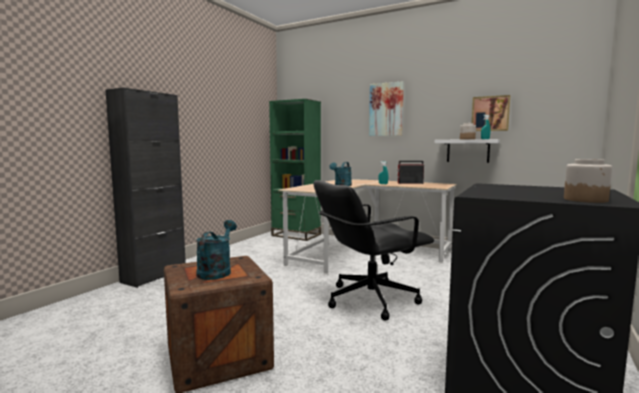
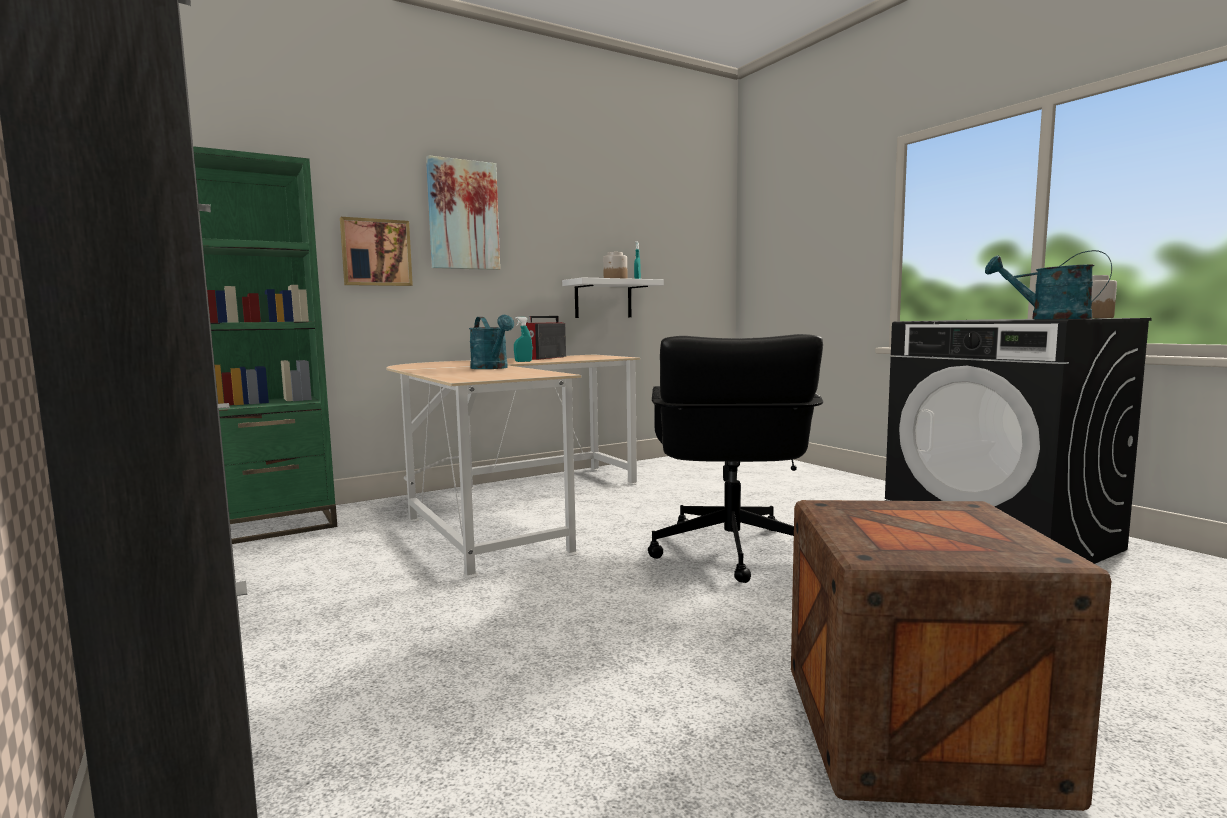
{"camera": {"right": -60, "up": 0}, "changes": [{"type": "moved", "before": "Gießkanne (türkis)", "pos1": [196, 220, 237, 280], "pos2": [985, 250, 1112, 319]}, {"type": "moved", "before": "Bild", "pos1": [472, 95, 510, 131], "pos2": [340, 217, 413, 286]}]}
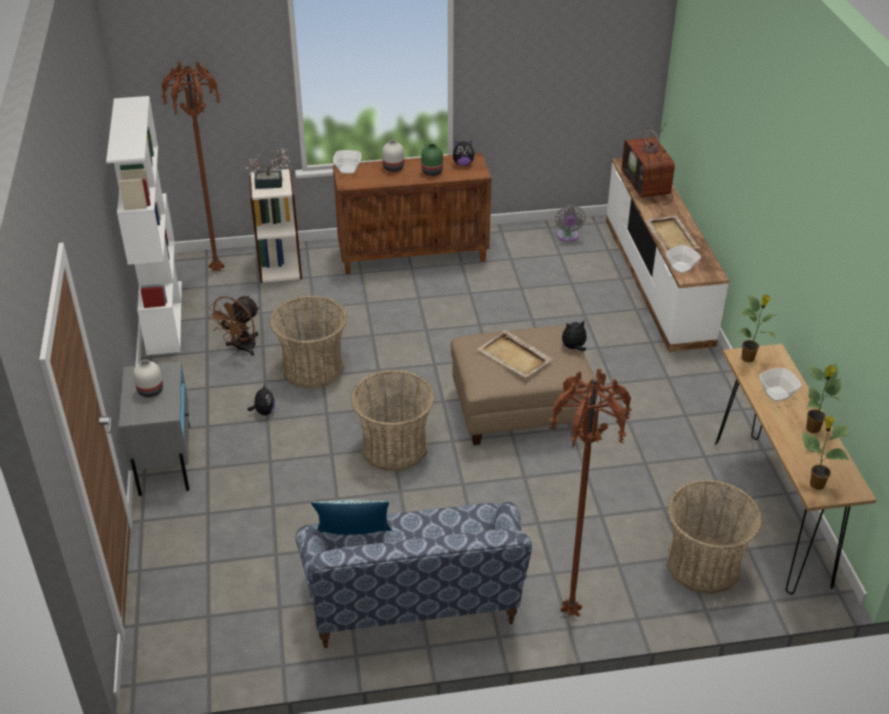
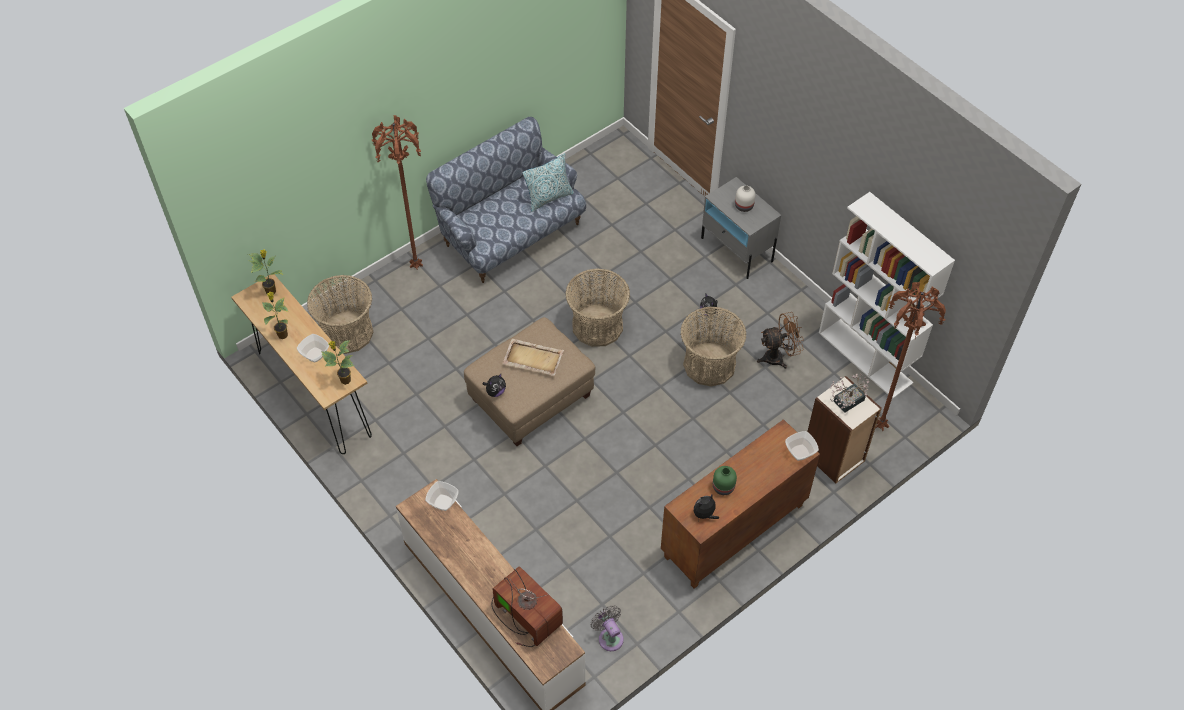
{"camera": {"right": 150, "up": 15}, "changes": [{"type": "turned", "before": "Ventilator (braun)", "pos1": [207, 295, 259, 356], "pos2": [757, 312, 804, 369], "turn": 75}, {"type": "removed", "before": "Vase (weiß)", "pos1": [382, 140, 404, 172]}, {"type": "removed", "before": "Tablett (beige)", "pos1": [644, 216, 700, 252]}]}
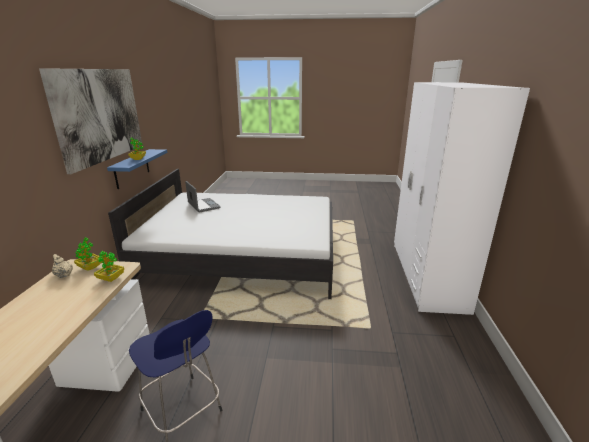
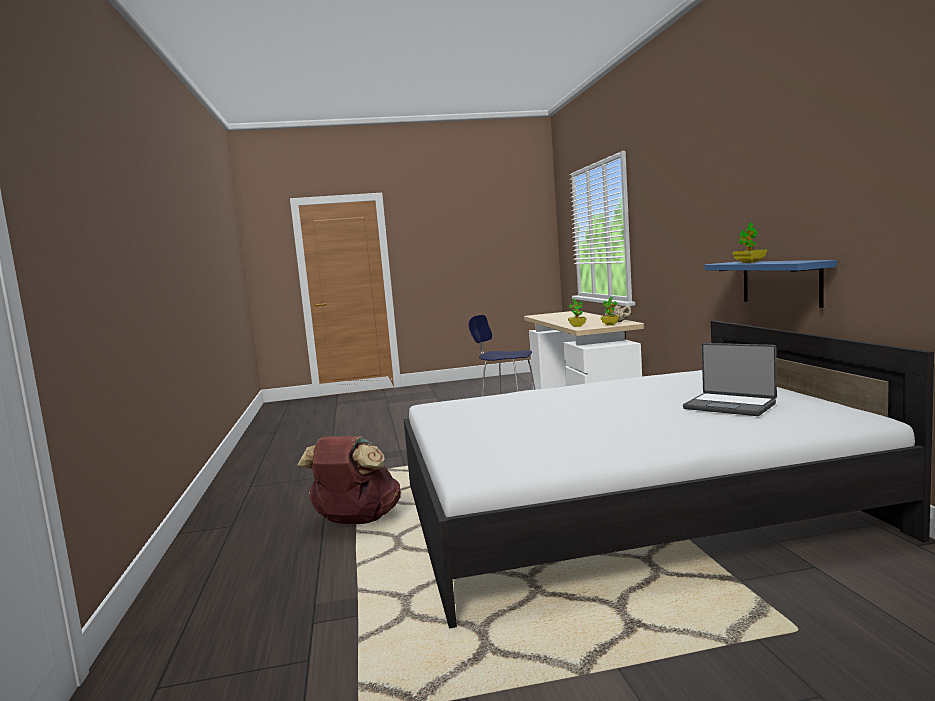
{"camera": {"right": 165, "up": -15}, "changes": [{"type": "removed", "before": "Bild", "pos1": [39, 68, 143, 174]}, {"type": "removed", "before": "Kleiderschrank (weiß)", "pos1": [394, 82, 530, 315]}, {"type": "added", "after": "Rucksack (braun)", "pos2": [297, 436, 401, 524]}]}
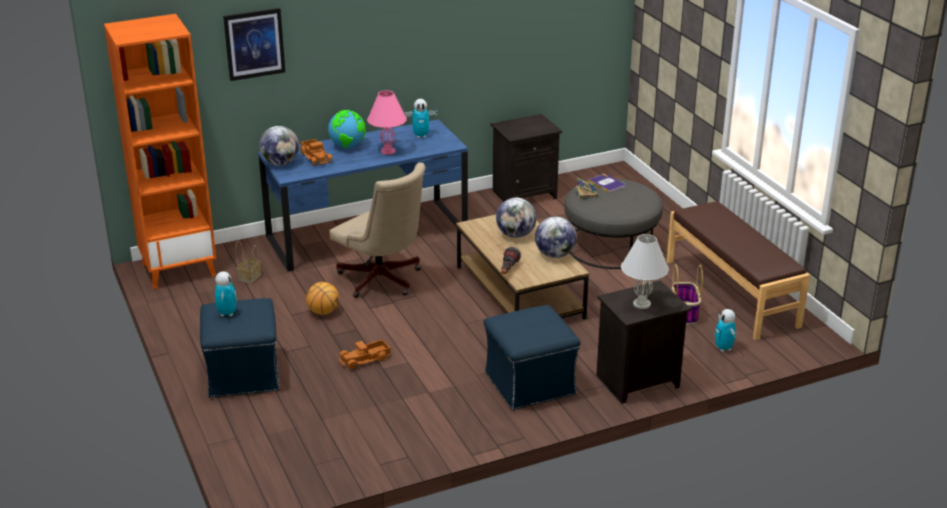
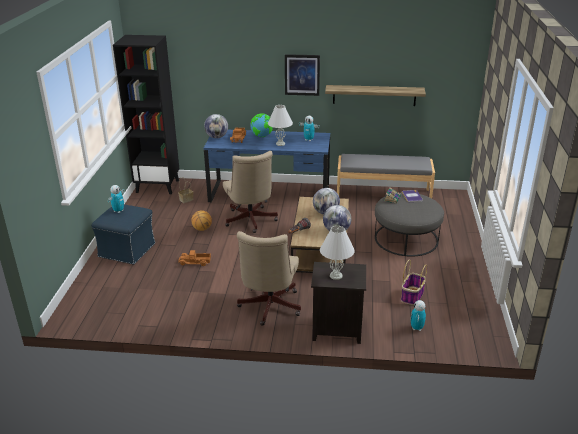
{"camera": {"right": 30, "up": 0}, "changes": [{"type": "recoloured", "before": "Bücherregal (orange)", "after": "Bücherregal (schwarz)", "pos1": [104, 14, 217, 289], "pos2": [113, 35, 179, 194]}, {"type": "moved", "before": "Bild", "pos1": [223, 8, 285, 81], "pos2": [285, 54, 320, 96]}, {"type": "recoloured", "before": "Tischlampe (rosa)", "after": "Tischlampe (weiß)", "pos1": [367, 90, 407, 155], "pos2": [268, 105, 293, 146]}, {"type": "replaced", "before": "Polsterhocker (blau)", "after": "Bürostuhl (beige)", "pos1": [484, 305, 580, 410], "pos2": [237, 231, 301, 326]}, {"type": "replaced", "before": "Nachttisch (schwarz)", "after": "Bank (grau)", "pos1": [491, 114, 562, 202], "pos2": [337, 154, 435, 198]}, {"type": "removed", "before": "Bank (braun)", "pos1": [667, 201, 810, 340]}, {"type": "added", "after": "Wandregal", "pos2": [325, 85, 426, 106]}]}
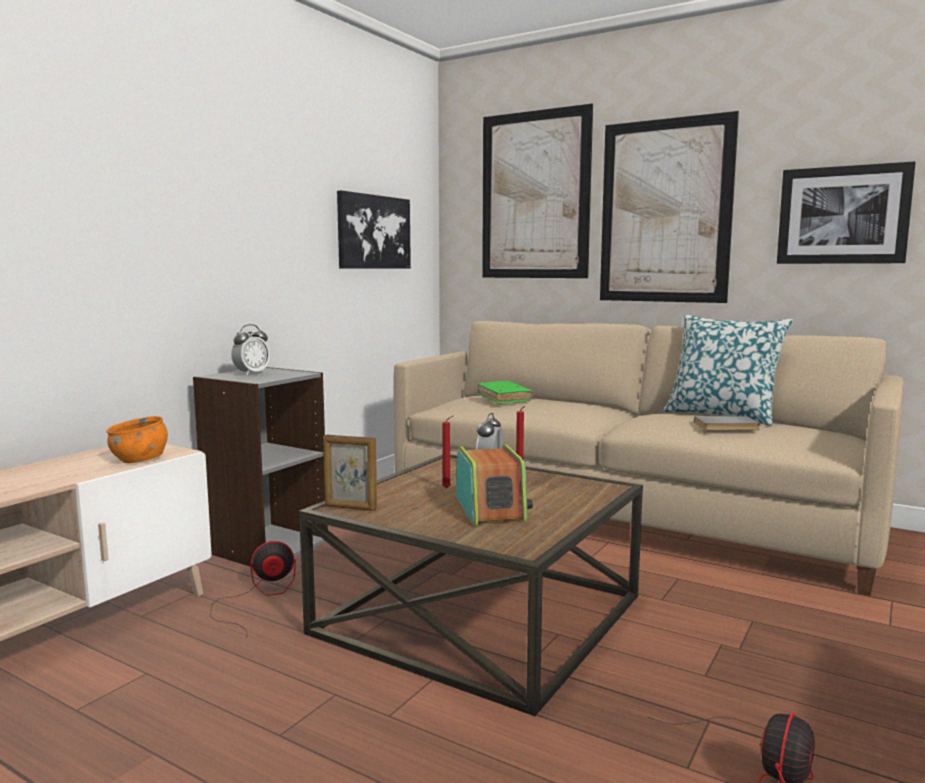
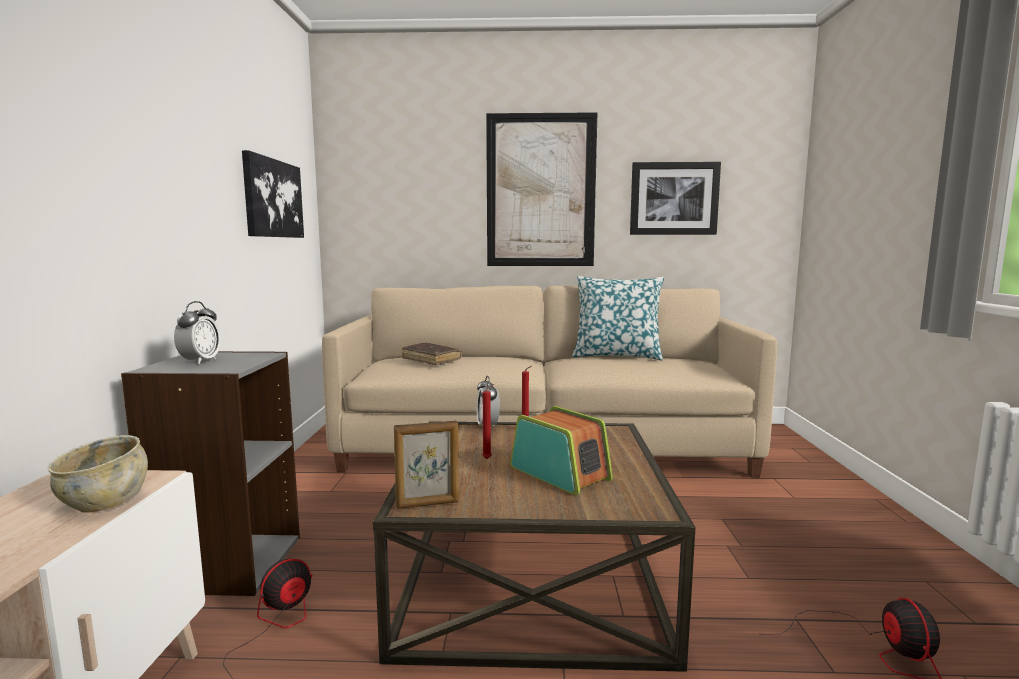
{"camera": {"right": -30, "up": 0}, "changes": [{"type": "recoloured", "before": "Schüssel (orange)", "after": "Schüssel (beige)", "pos1": [106, 416, 168, 463], "pos2": [47, 435, 148, 513]}, {"type": "recoloured", "before": "Buch (grün)", "after": "Buch (braun)", "pos1": [477, 381, 533, 404], "pos2": [402, 342, 462, 365]}, {"type": "removed", "before": "Bild", "pos1": [482, 103, 593, 278]}, {"type": "removed", "before": "Buch (grau)", "pos1": [694, 416, 760, 430]}]}
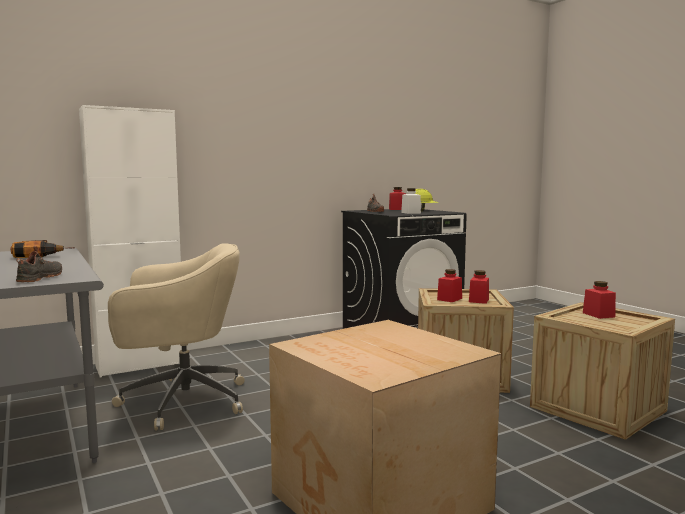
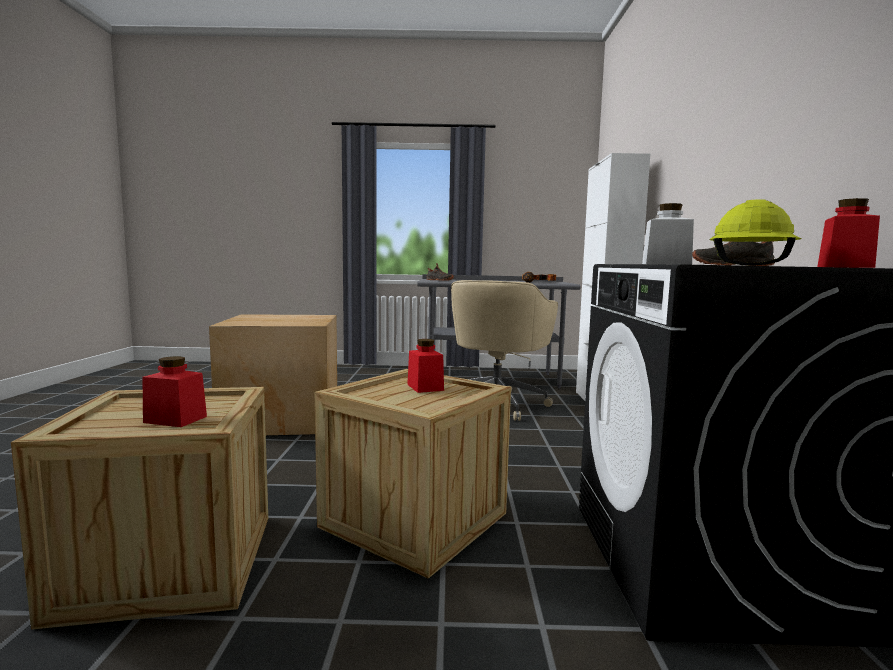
{"camera": {"right": 120, "up": 0}, "changes": [{"type": "removed", "before": "Vorratsglas (rot)", "pos1": [469, 270, 489, 304]}]}
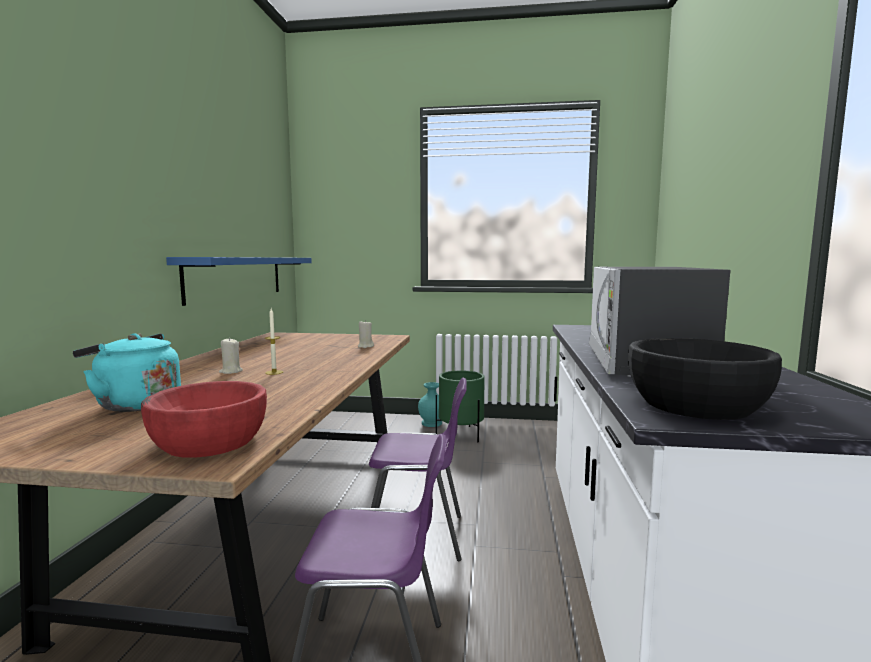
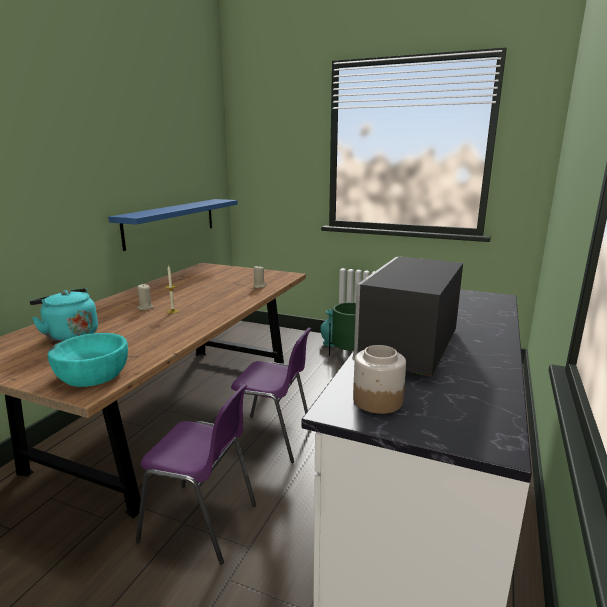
{"camera": {"right": 15, "up": 10}, "changes": [{"type": "recoloured", "before": "Schüssel (rot)", "after": "Schüssel (türkis)", "pos1": [141, 381, 267, 458], "pos2": [48, 333, 128, 387]}, {"type": "replaced", "before": "Schüssel (schwarz)", "after": "Vorratsglas", "pos1": [628, 338, 782, 420], "pos2": [353, 345, 406, 414]}]}
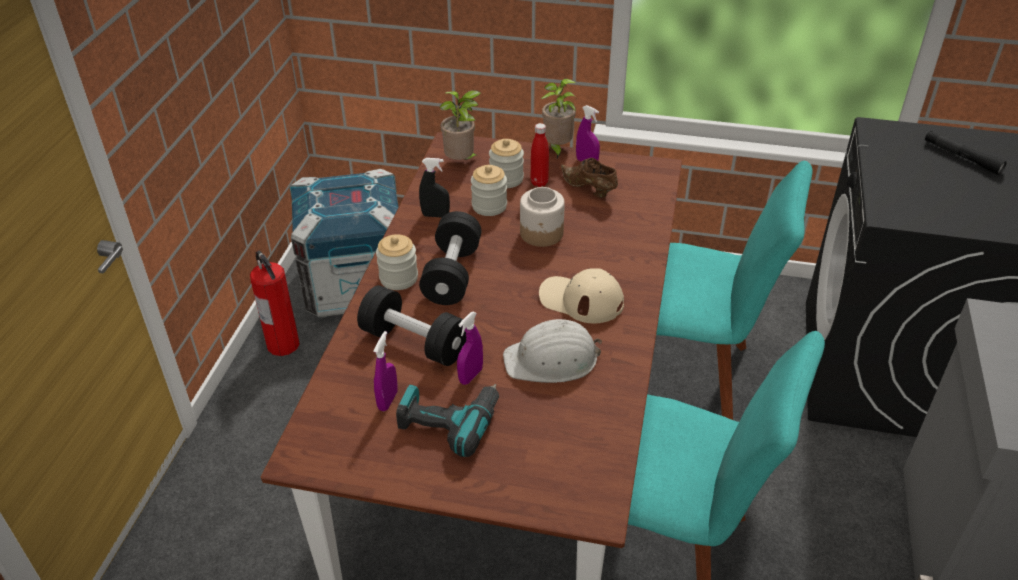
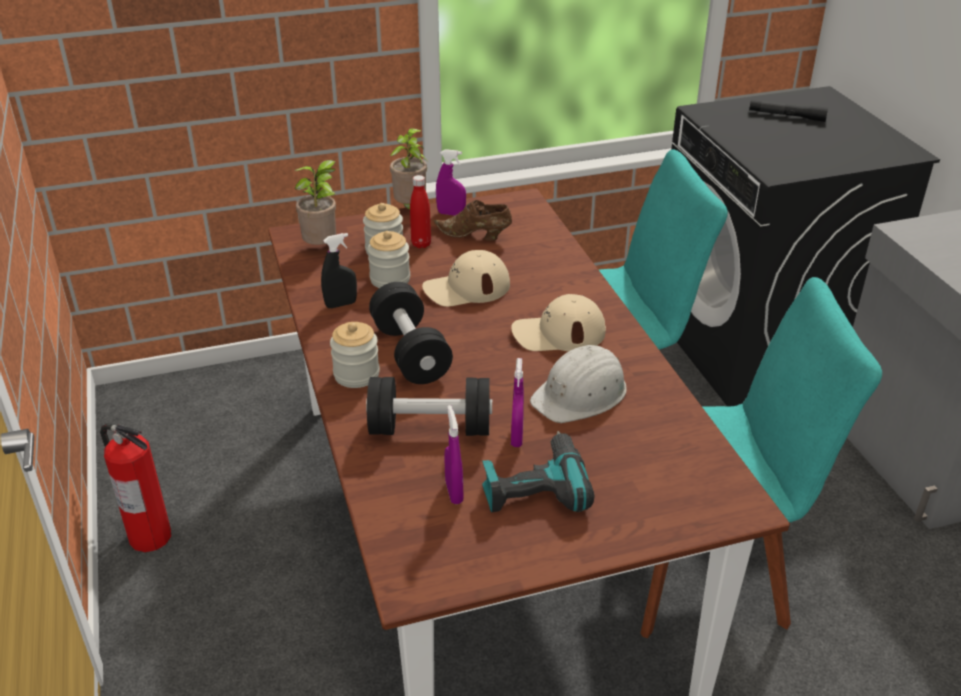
{"camera": {"right": -30, "up": -5}, "changes": [{"type": "removed", "before": "Kiste", "pos1": [290, 169, 399, 317]}, {"type": "replaced", "before": "Vorratsglas", "after": "Kappe (beige)", "pos1": [520, 187, 565, 247], "pos2": [422, 250, 510, 307]}]}
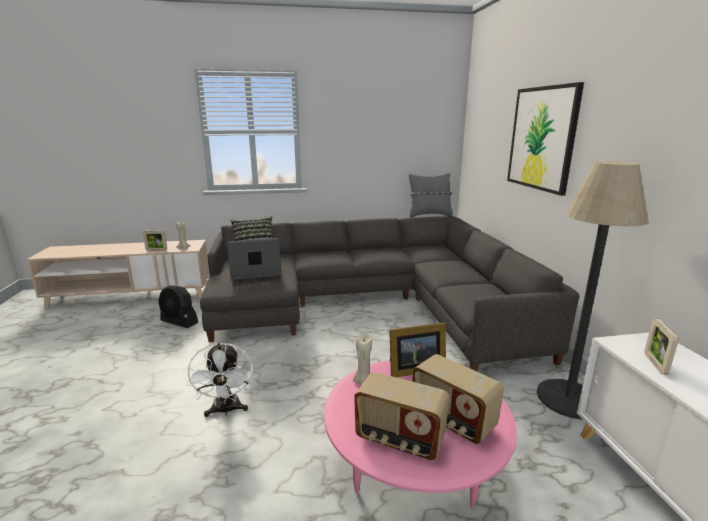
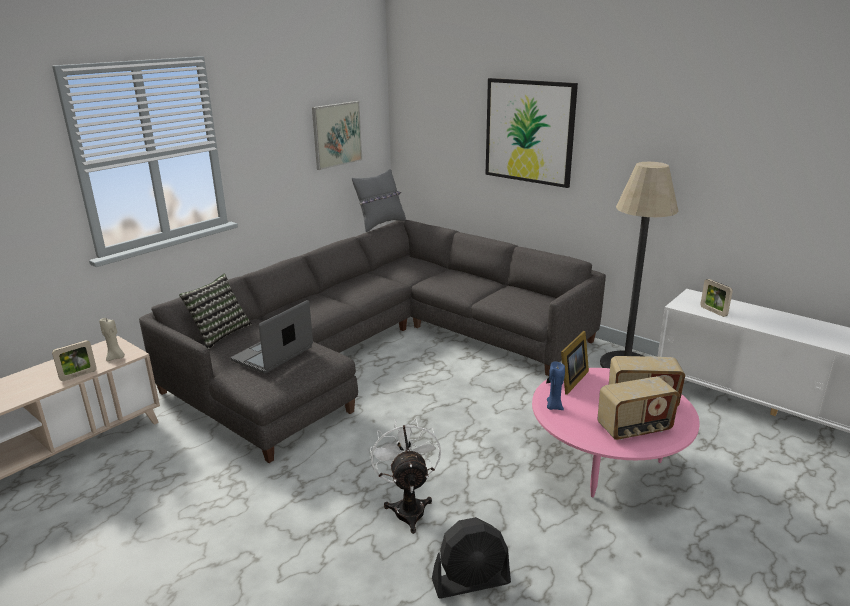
{"camera": {"right": -40, "up": 5}, "changes": [{"type": "moved", "before": "Ventilator (schwarz)", "pos1": [158, 285, 198, 328], "pos2": [432, 517, 511, 598]}, {"type": "turned", "before": "Ventilator (weiß)", "pos1": [187, 342, 253, 417], "pos2": [370, 418, 441, 534], "turn": -135}, {"type": "recoloured", "before": "Kerze (beige)", "after": "Kerze (blau)", "pos1": [353, 333, 372, 385], "pos2": [547, 361, 565, 410]}, {"type": "added", "after": "Bild", "pos2": [312, 101, 362, 170]}]}
